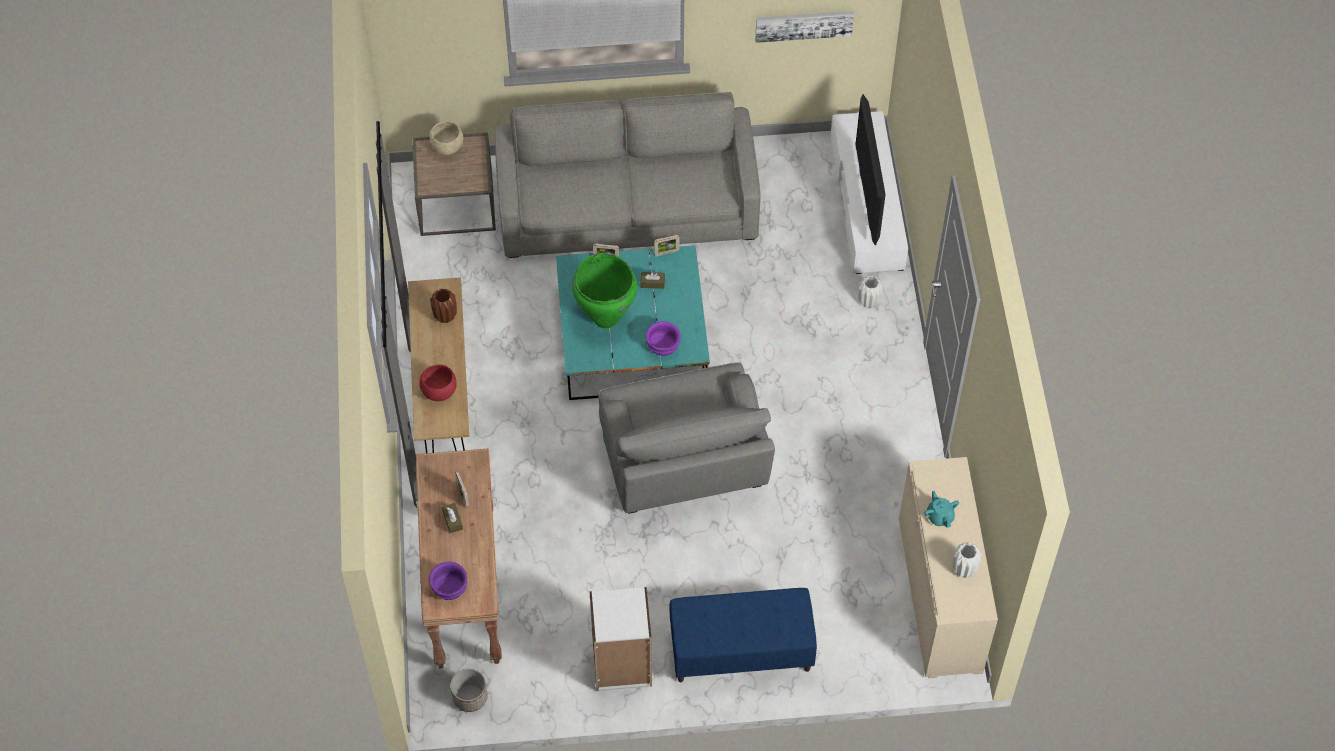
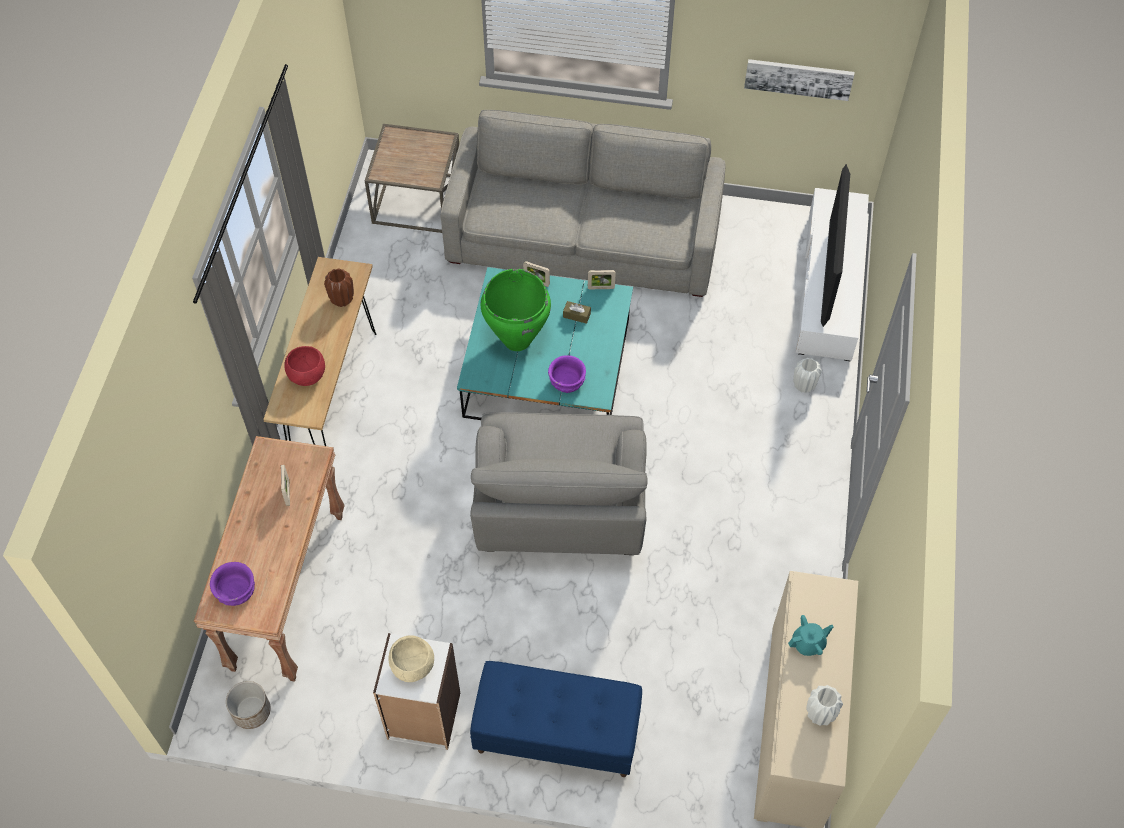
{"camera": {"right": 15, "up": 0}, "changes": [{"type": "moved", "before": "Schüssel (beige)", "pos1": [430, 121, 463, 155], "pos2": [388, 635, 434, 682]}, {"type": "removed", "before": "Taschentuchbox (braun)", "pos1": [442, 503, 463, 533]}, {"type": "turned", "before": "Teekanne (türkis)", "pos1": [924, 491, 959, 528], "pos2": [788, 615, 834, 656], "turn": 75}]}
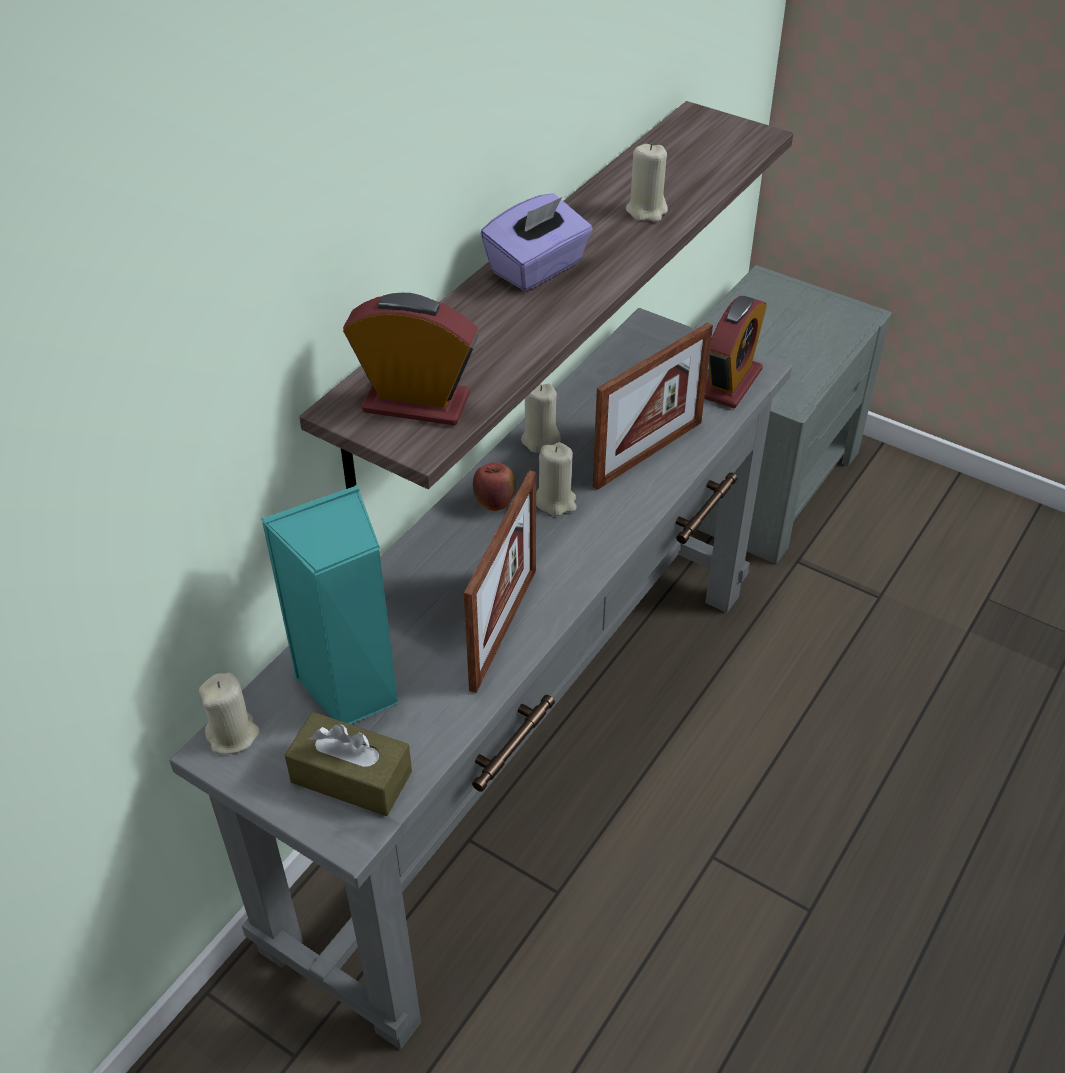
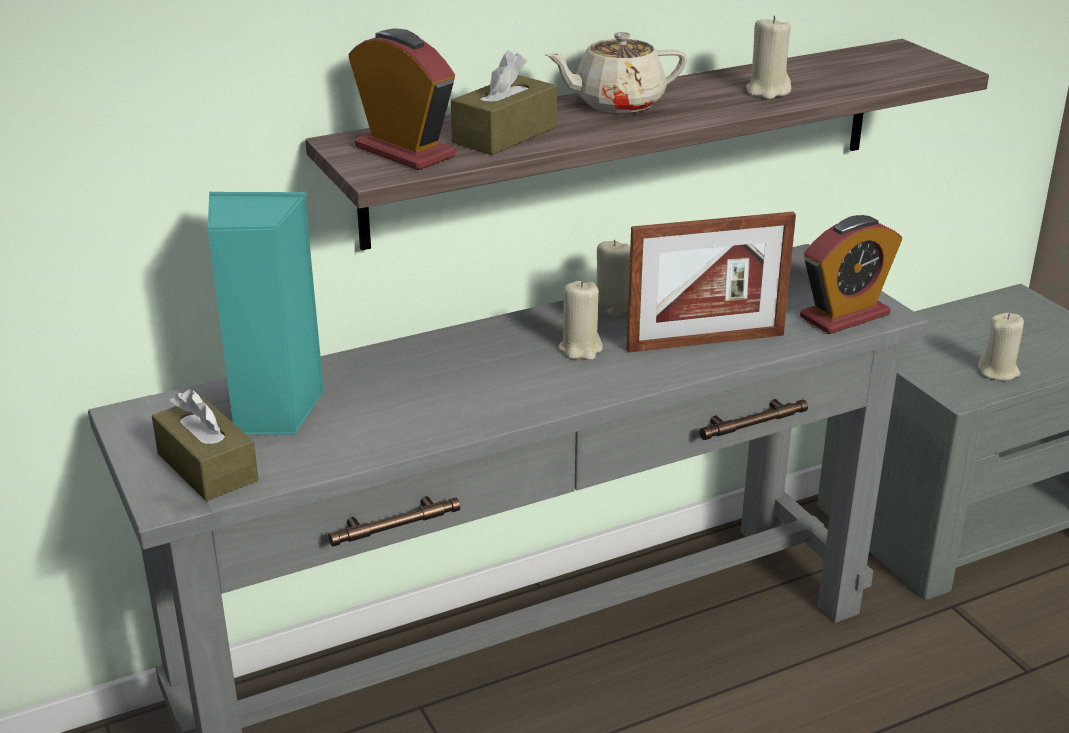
{"camera": {"right": 30, "up": -15}, "changes": [{"type": "moved", "before": "Kerze (beige)", "pos1": [199, 673, 260, 754], "pos2": [978, 313, 1024, 381]}, {"type": "removed", "before": "Bilderrahmen", "pos1": [464, 470, 536, 693]}, {"type": "removed", "before": "Apfel", "pos1": [473, 462, 516, 511]}, {"type": "replaced", "before": "Taschentuchbox (lila)", "after": "Teekanne (beige)", "pos1": [481, 194, 593, 291], "pos2": [545, 32, 687, 113]}, {"type": "added", "after": "Taschentuchbox (braun)", "pos2": [451, 51, 557, 155]}]}
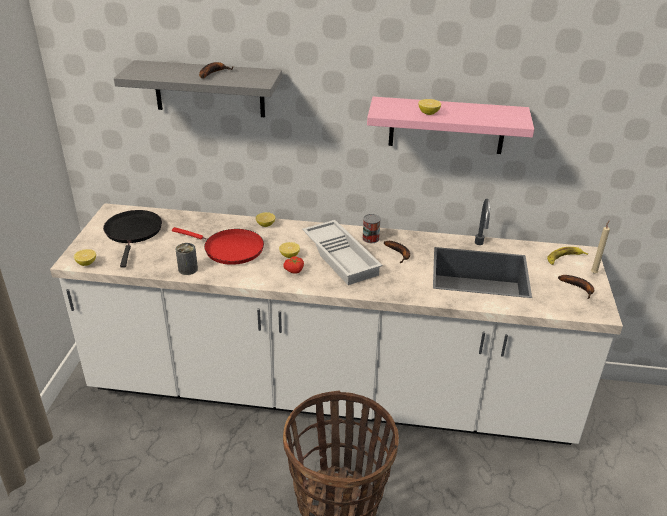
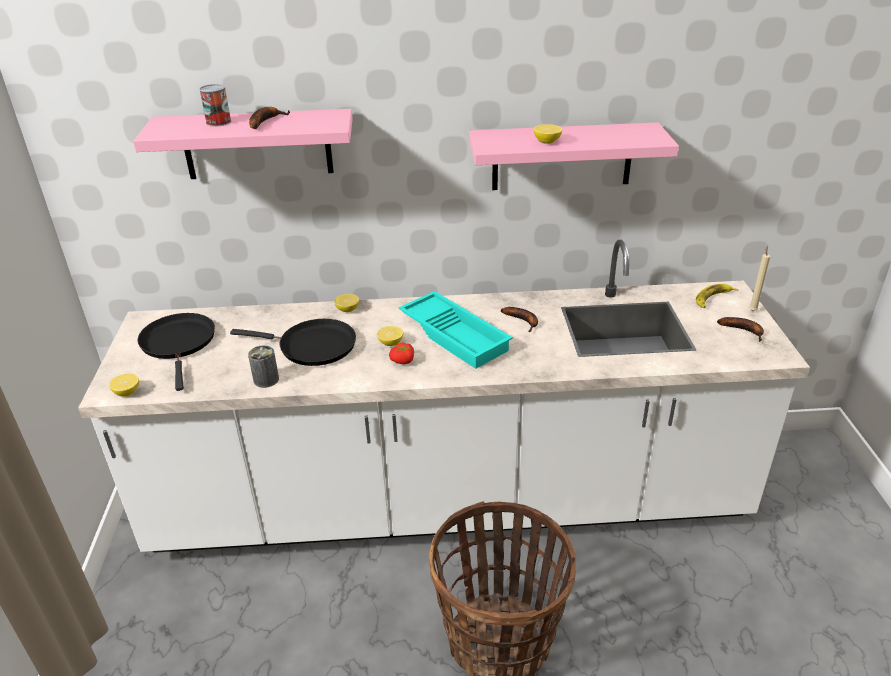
{"camera": {"right": -10, "up": 0}, "changes": [{"type": "recoloured", "before": "Wandregal (grau)", "after": "Wandregal (rosa)", "pos1": [114, 60, 282, 117], "pos2": [133, 109, 353, 179]}, {"type": "recoloured", "before": "Pfanne (rot)", "after": "Pfanne (schwarz)", "pos1": [172, 227, 264, 265], "pos2": [230, 319, 356, 366]}, {"type": "recoloured", "before": "Tablett (weiß)", "after": "Tablett (türkis)", "pos1": [302, 220, 382, 285], "pos2": [399, 291, 513, 369]}, {"type": "moved", "before": "Dose", "pos1": [362, 214, 381, 243], "pos2": [199, 84, 231, 127]}]}
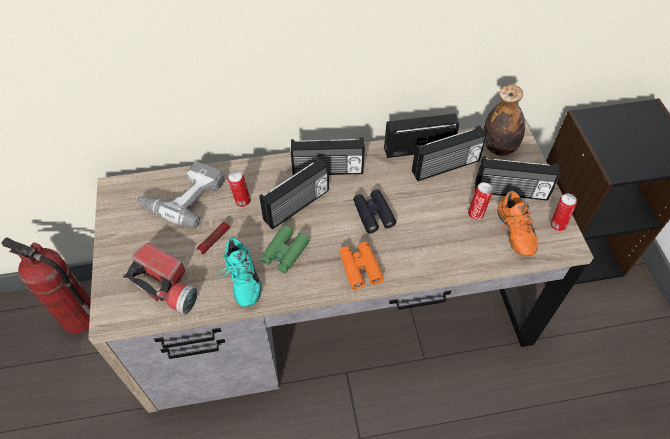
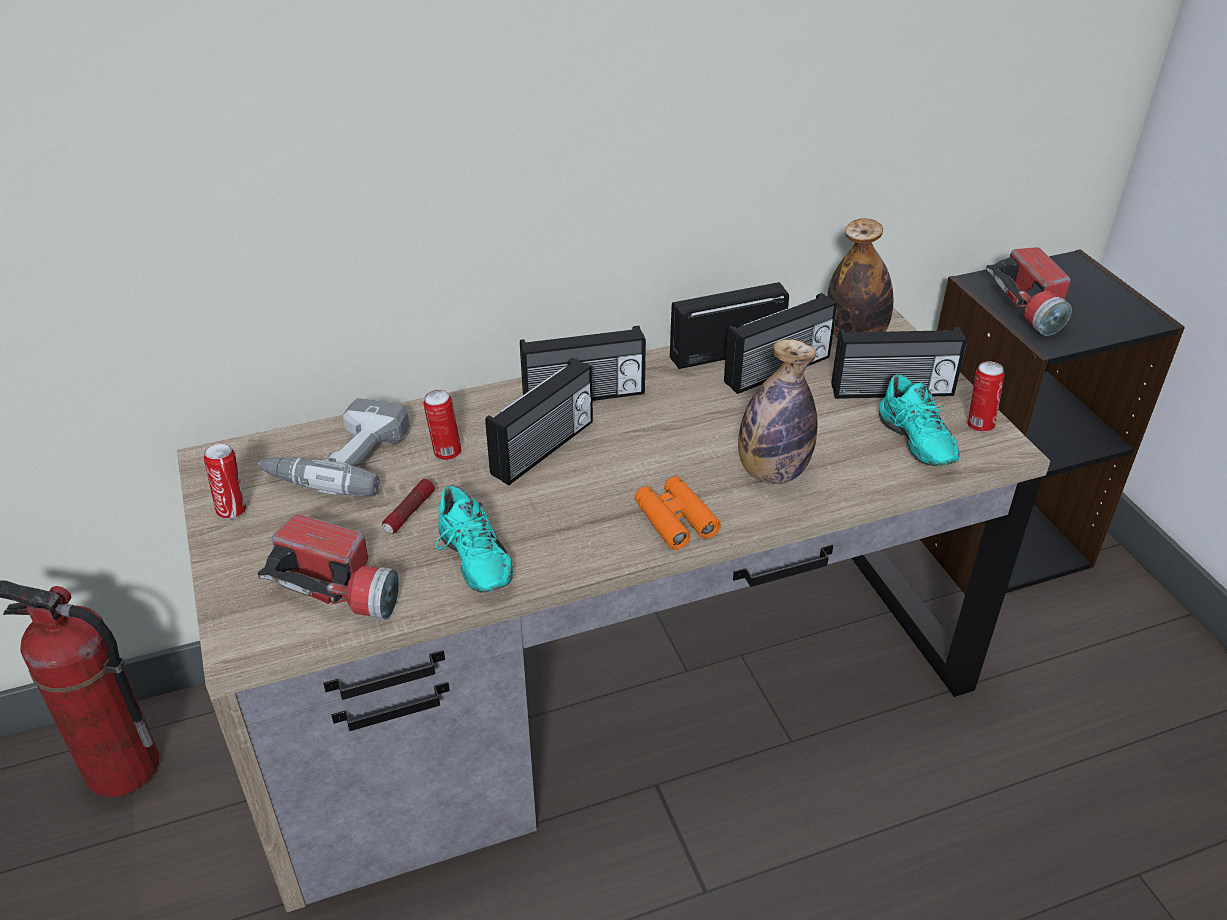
{"camera": {"right": -10, "up": -15}, "changes": [{"type": "removed", "before": "Fernglas (grün)", "pos1": [260, 225, 310, 273]}, {"type": "removed", "before": "Fernglas (schwarz)", "pos1": [353, 190, 396, 233]}, {"type": "moved", "before": "Dose", "pos1": [468, 182, 493, 220], "pos2": [204, 443, 246, 519]}, {"type": "recoloured", "before": "Schuh (orange)", "after": "Schuh (türkis)", "pos1": [498, 191, 538, 256], "pos2": [879, 374, 960, 466]}, {"type": "added", "after": "Flasche", "pos2": [738, 339, 817, 484]}, {"type": "added", "after": "Taschenlampe", "pos2": [986, 247, 1072, 336]}]}
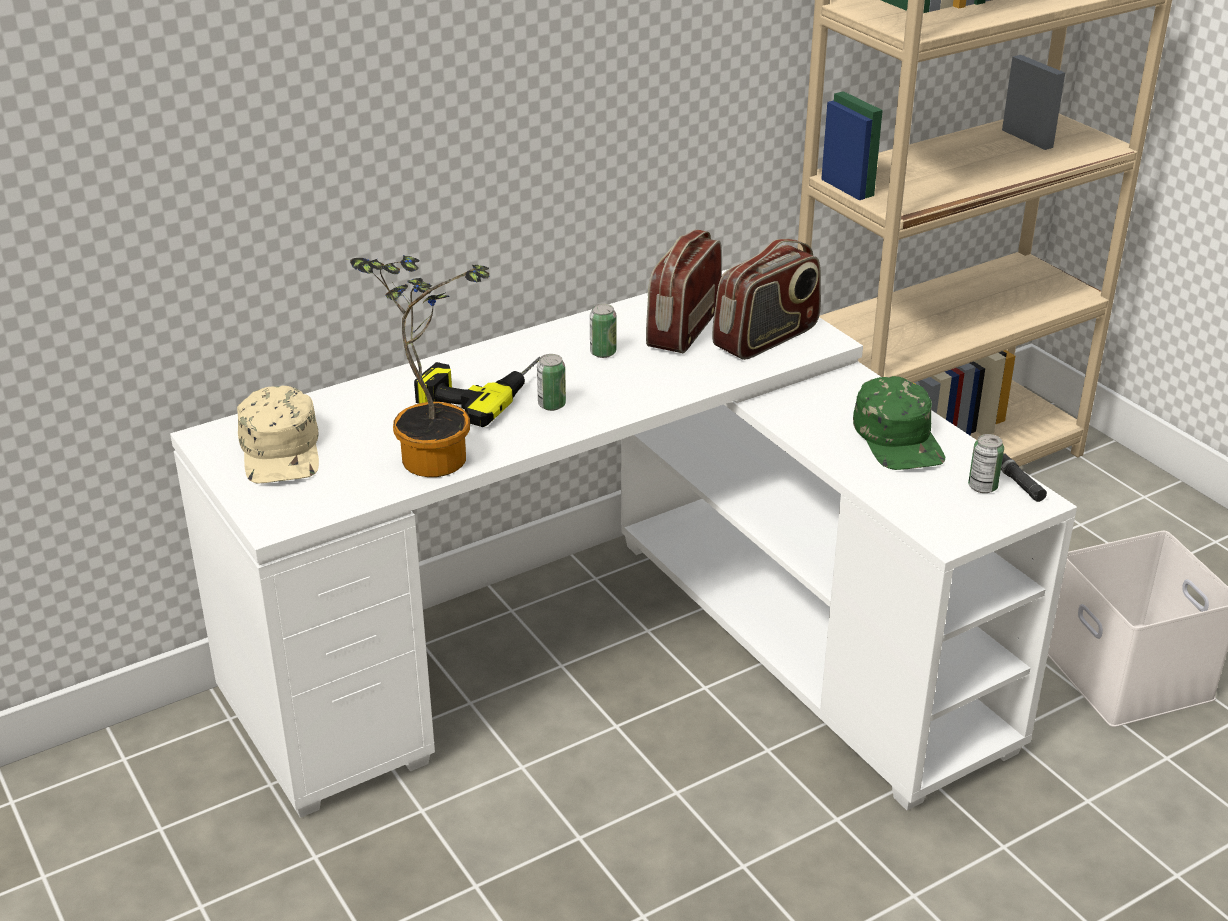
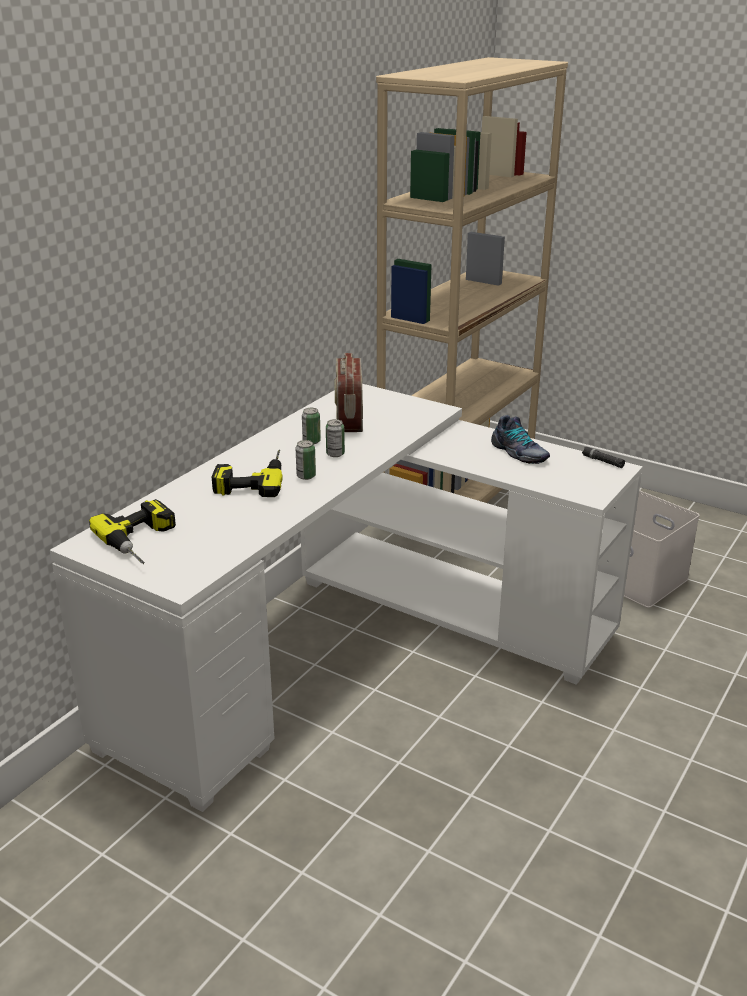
{"camera": {"right": -25, "up": -5}, "changes": [{"type": "replaced", "before": "Kappe (beige)", "after": "Bohrmaschine", "pos1": [237, 386, 319, 484], "pos2": [89, 499, 176, 564]}, {"type": "removed", "before": "Topfpflanze", "pos1": [350, 255, 489, 477]}, {"type": "removed", "before": "Radio", "pos1": [712, 239, 821, 360]}, {"type": "replaced", "before": "Kappe (grün)", "after": "Schuh", "pos1": [853, 376, 945, 470], "pos2": [491, 415, 550, 464]}, {"type": "moved", "before": "Dose", "pos1": [968, 434, 1004, 493], "pos2": [326, 419, 345, 457]}]}
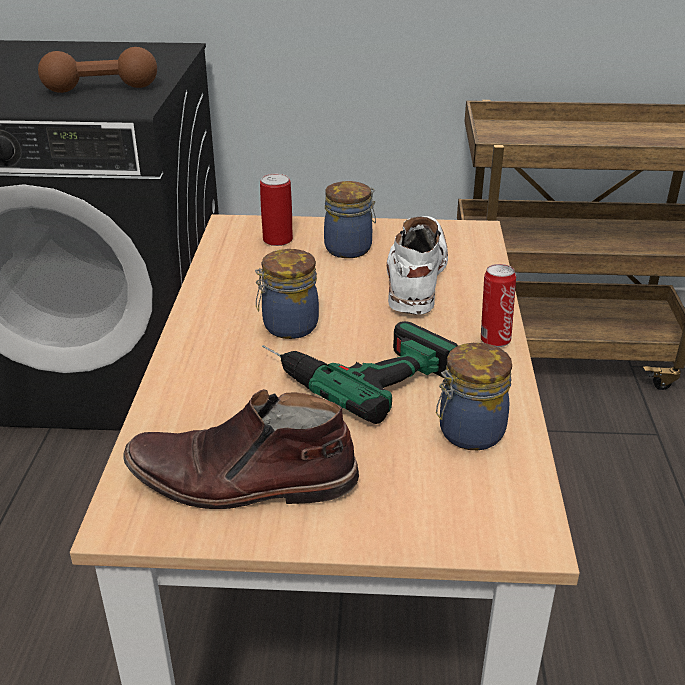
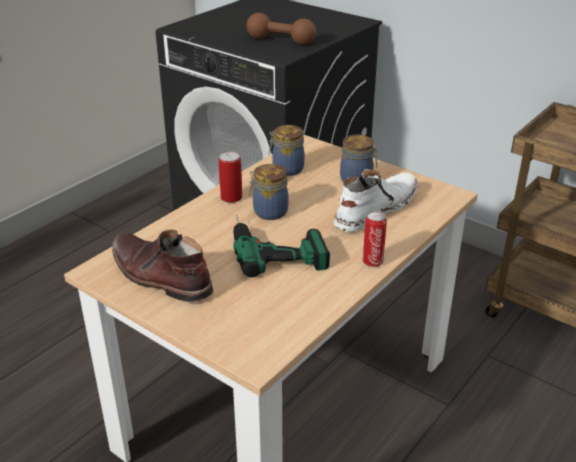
{"camera": {"right": 35, "up": 0}, "changes": [{"type": "moved", "before": "Dose", "pos1": [260, 174, 293, 246], "pos2": [219, 152, 242, 203]}, {"type": "moved", "before": "Vorratsglas", "pos1": [436, 343, 512, 450], "pos2": [269, 125, 305, 176]}]}
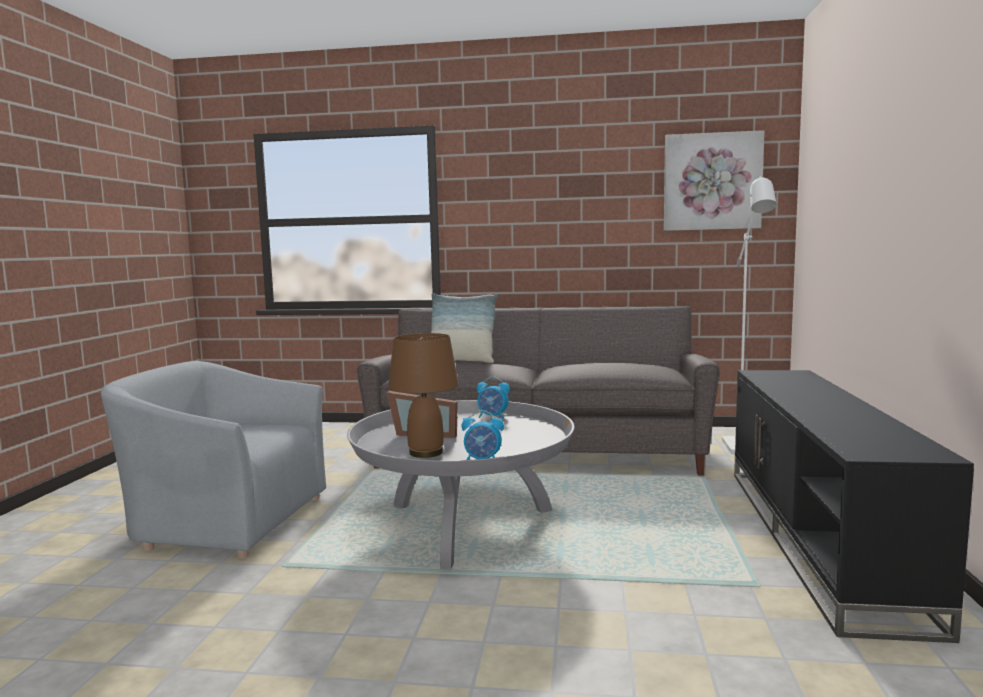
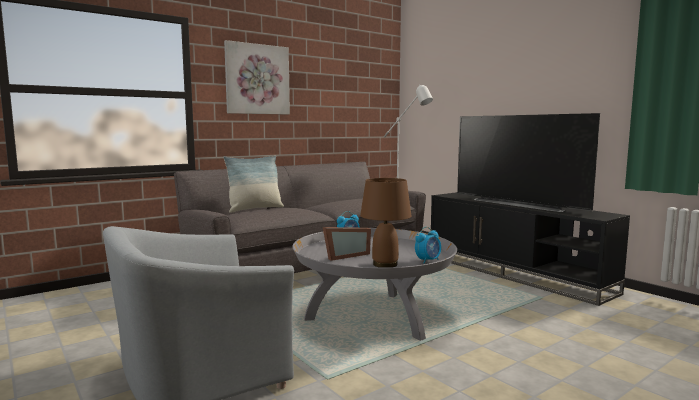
{"camera": {"right": -45, "up": 0}, "changes": [{"type": "moved", "before": "Bild", "pos1": [664, 130, 764, 231], "pos2": [224, 40, 290, 115]}, {"type": "added", "after": "Fernseher", "pos2": [457, 113, 600, 212]}]}
